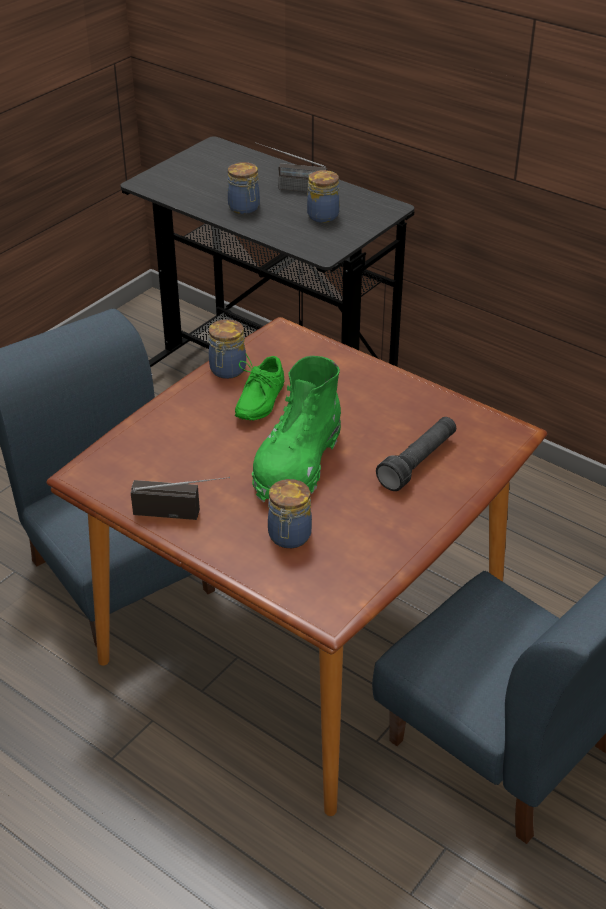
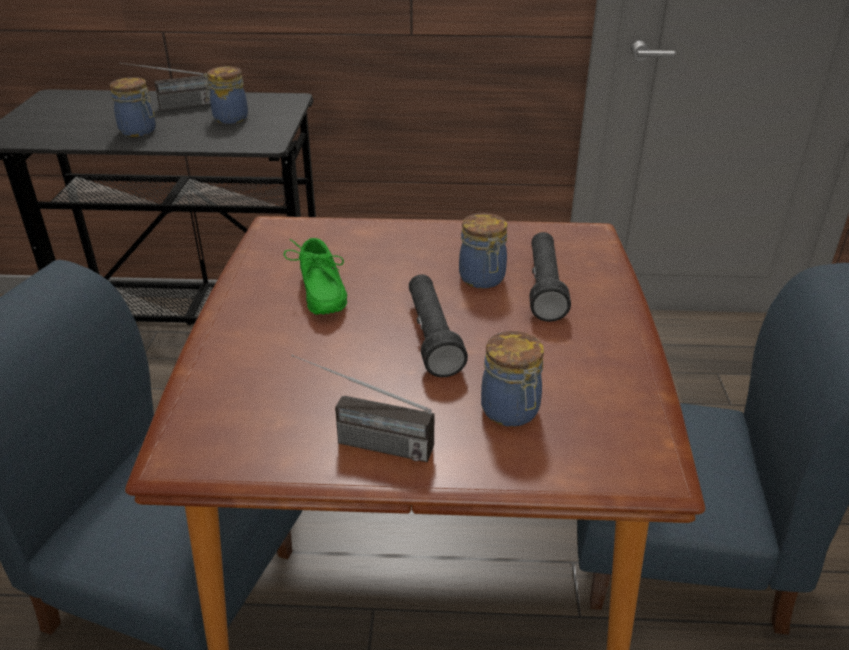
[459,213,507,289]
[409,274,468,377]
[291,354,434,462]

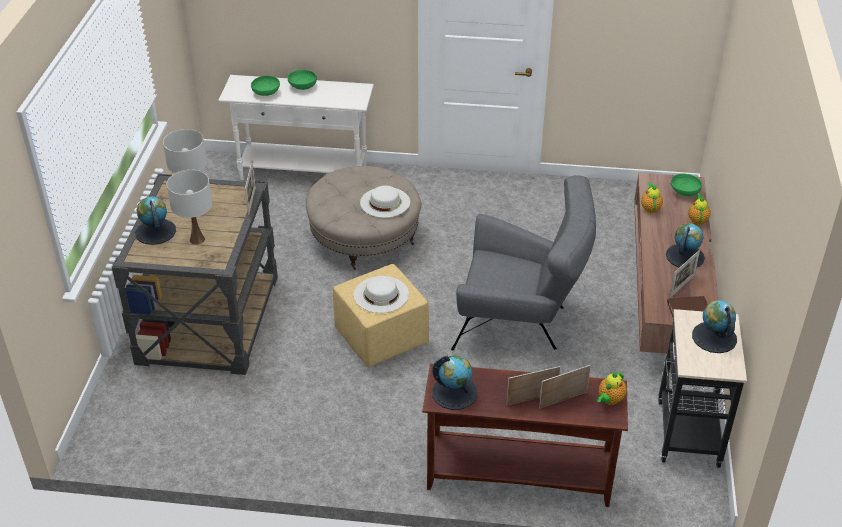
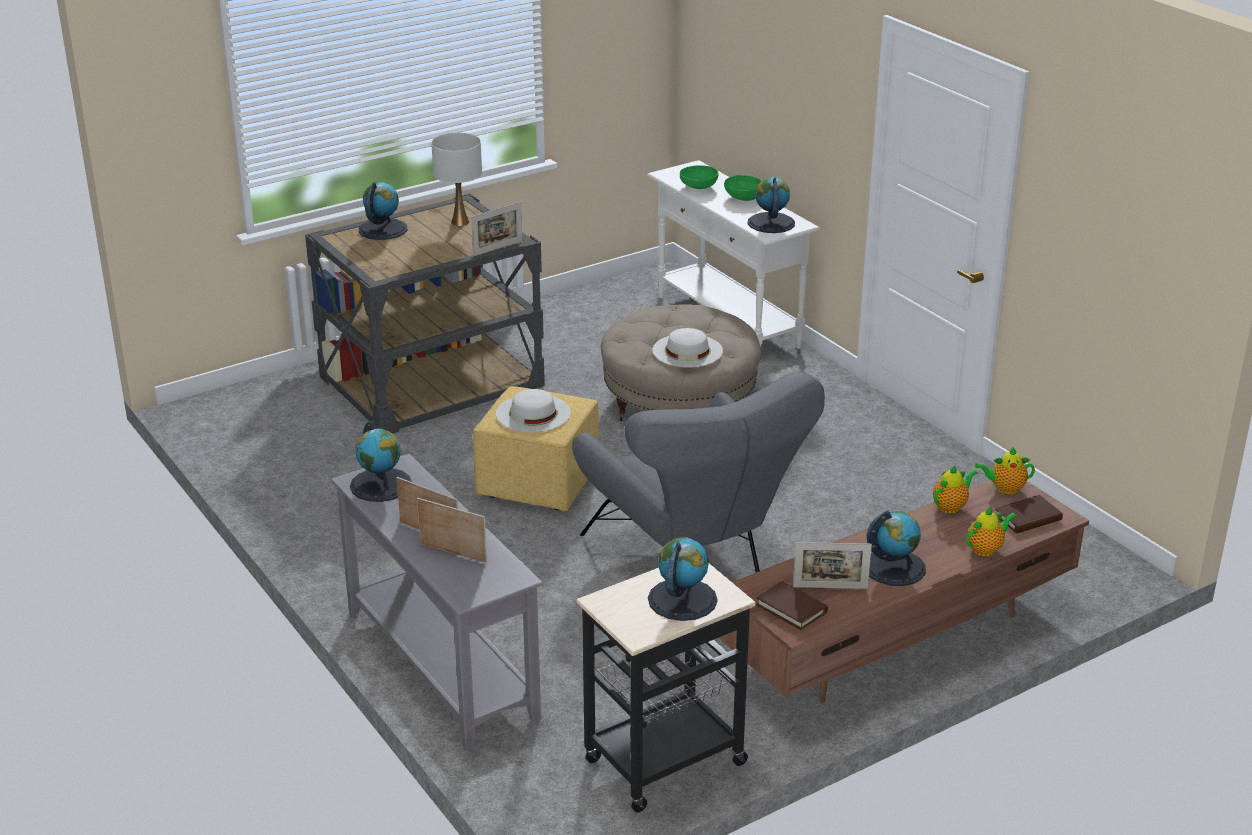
[167,170,212,245] (first image)
[748,177,795,233]
[975,447,1035,494]
[995,495,1063,534]
[331,454,543,751]

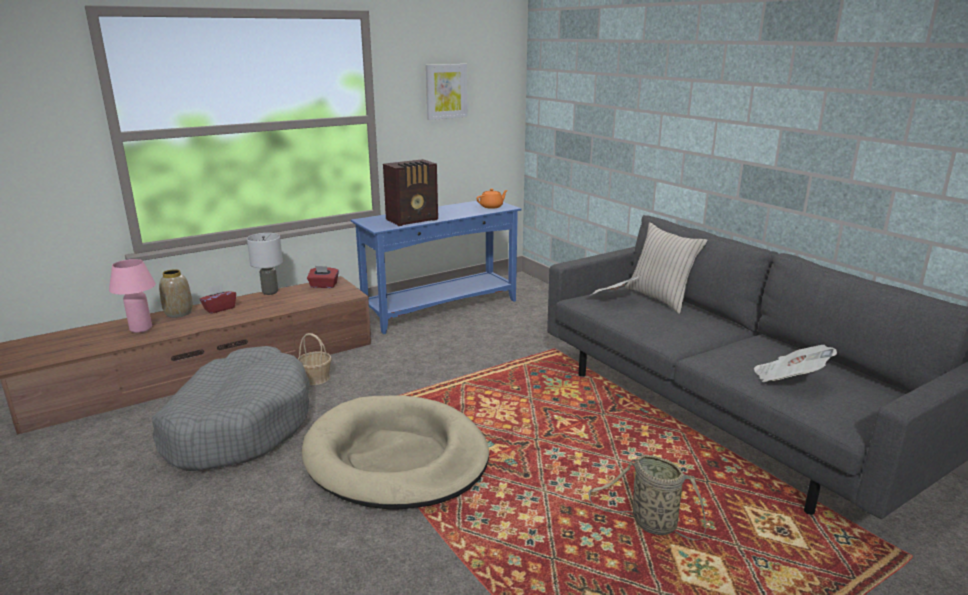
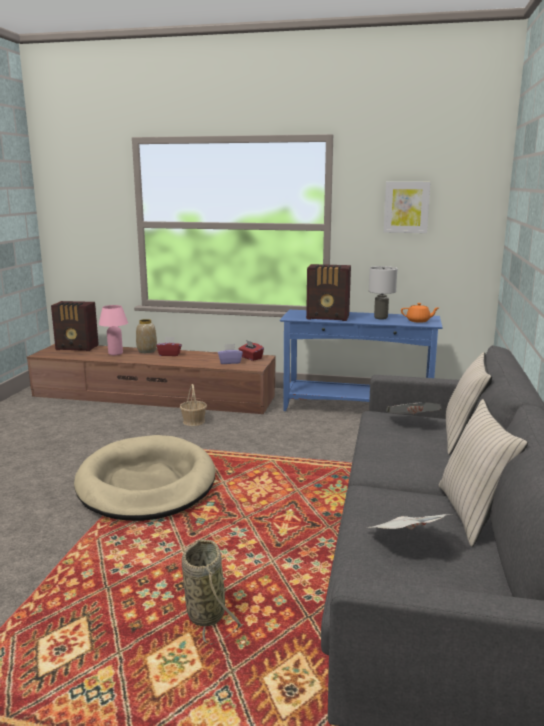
[152,346,310,471] (first image)
[51,301,99,351]
[218,344,243,364]
[438,399,528,547]
[369,266,397,320]

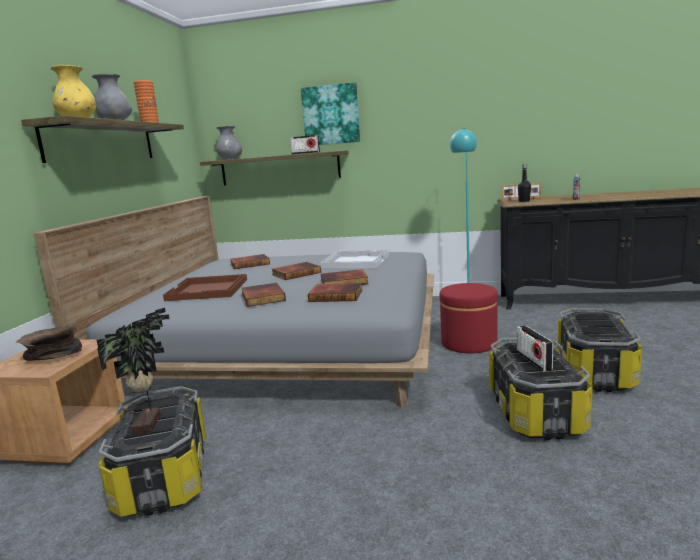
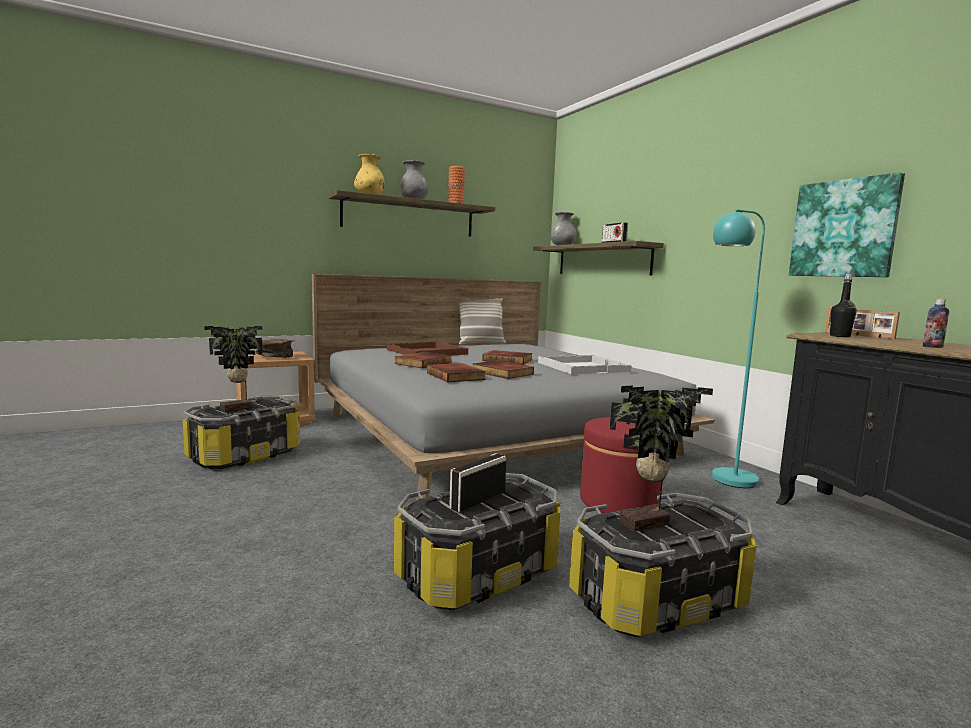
[230,254,270,269] (first image)
[459,298,506,345]
[610,385,713,531]
[789,172,905,277]

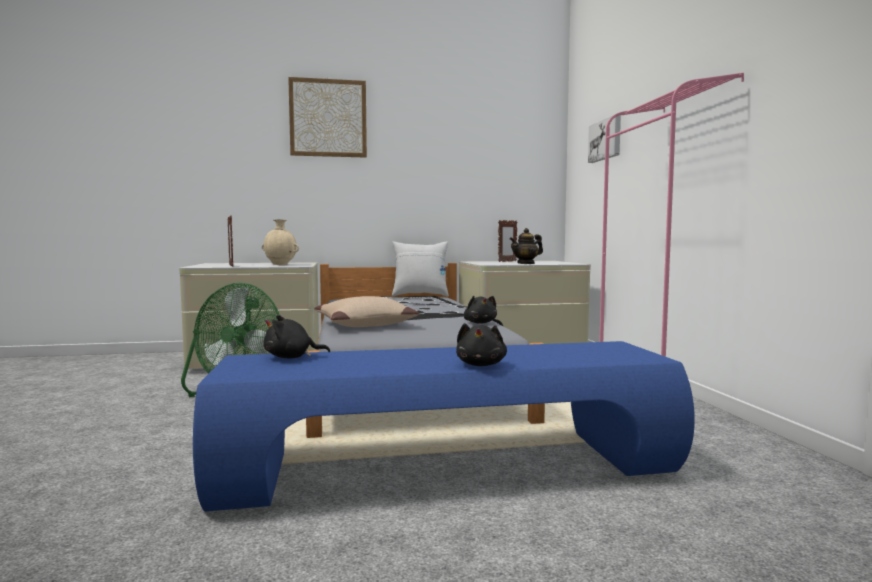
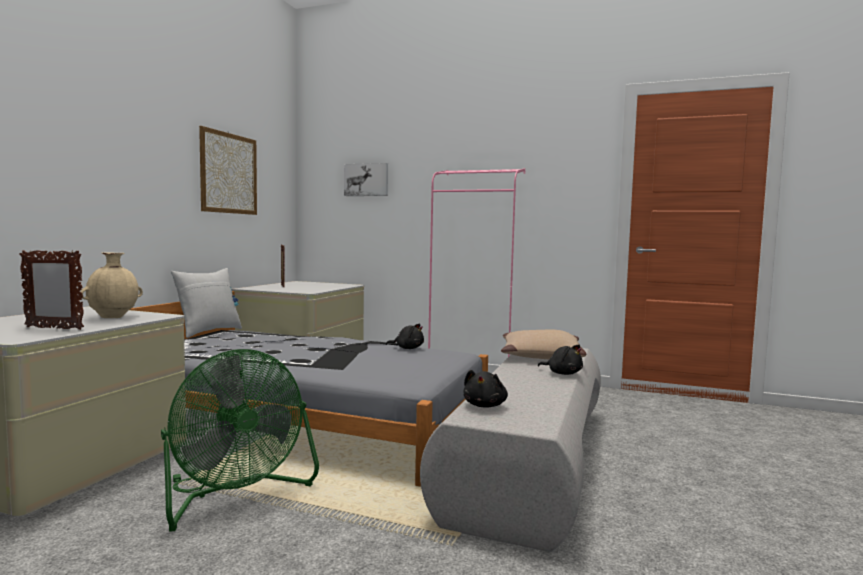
[510,228,543,264] (first image)
[199,126,257,215]
[501,330,586,359]
[420,348,601,552]

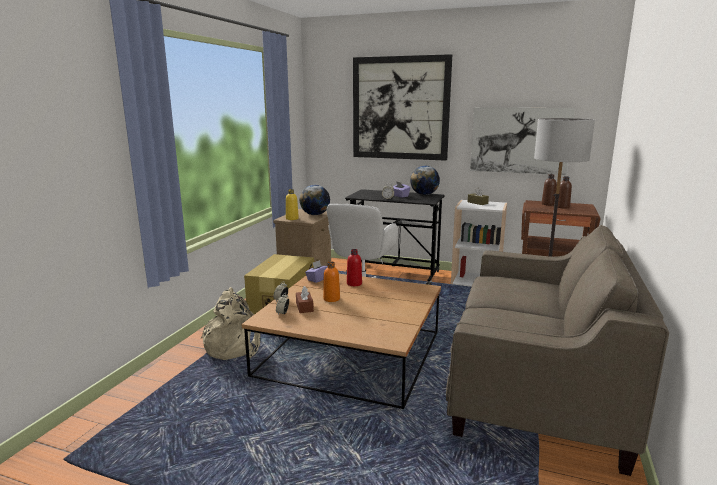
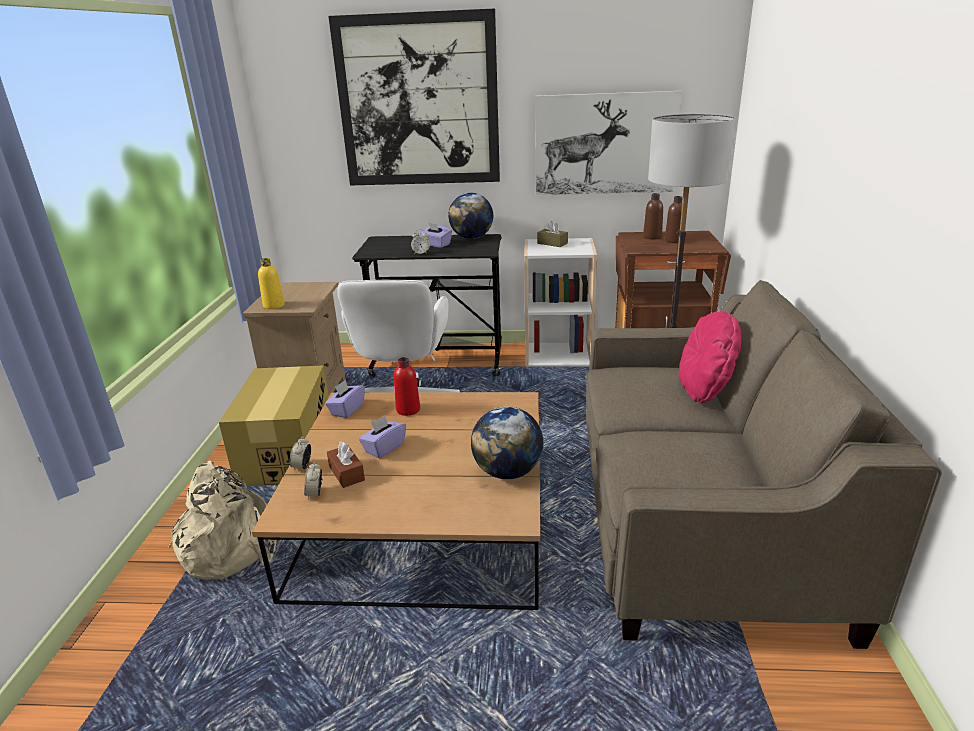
[679,311,741,403]
[471,406,543,479]
[359,415,406,458]

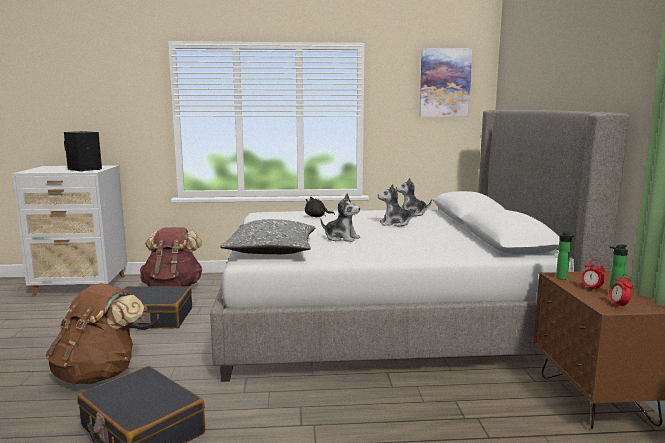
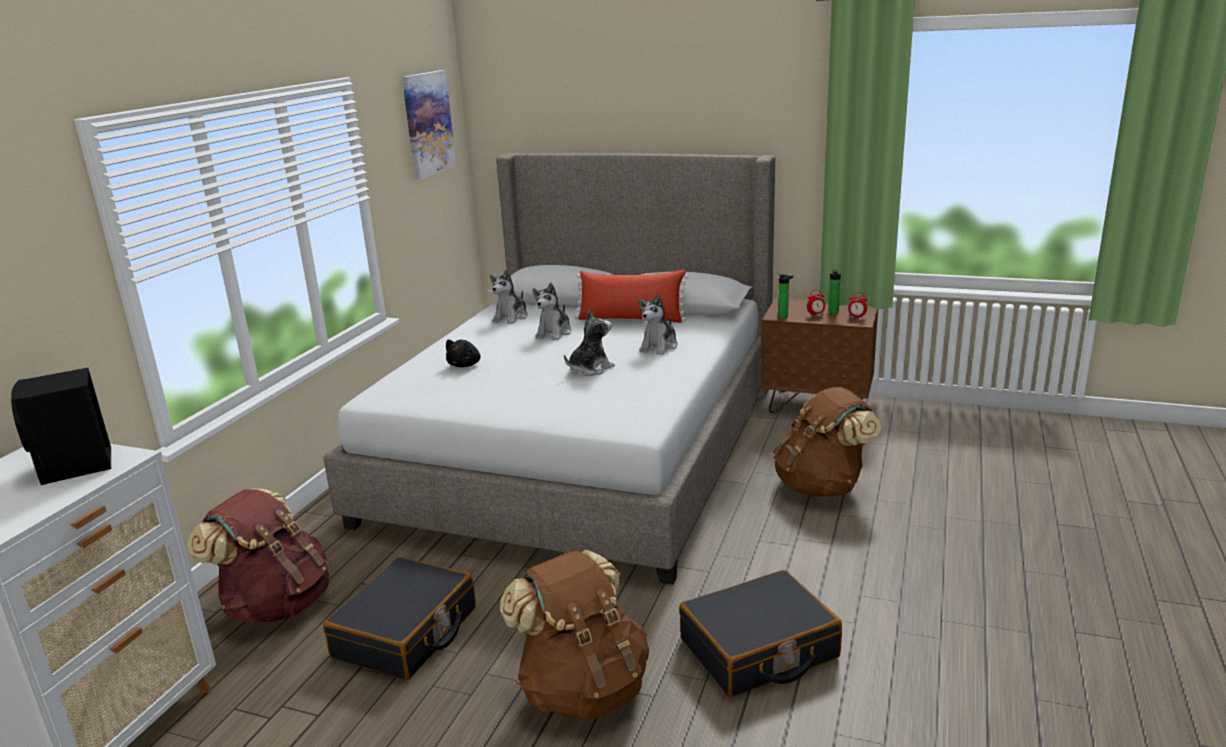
[220,219,315,254] (first image)
[574,270,689,323]
[638,294,678,355]
[773,387,881,497]

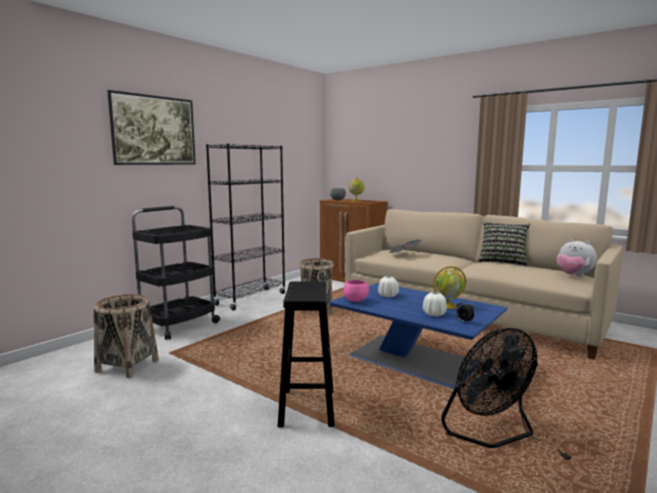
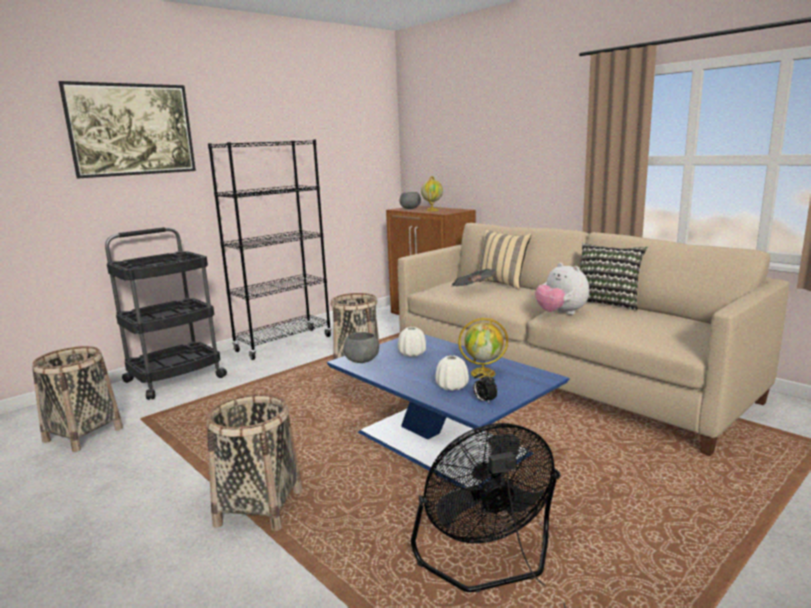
[476,230,531,290]
[535,263,589,315]
[207,394,303,531]
[344,332,379,363]

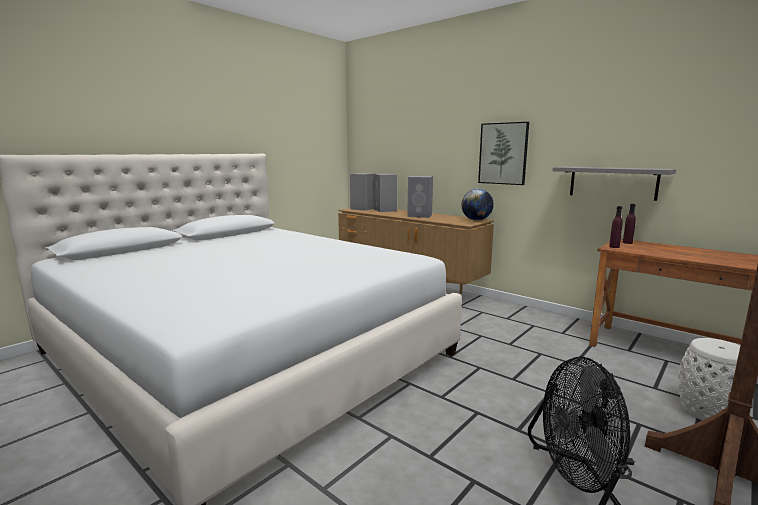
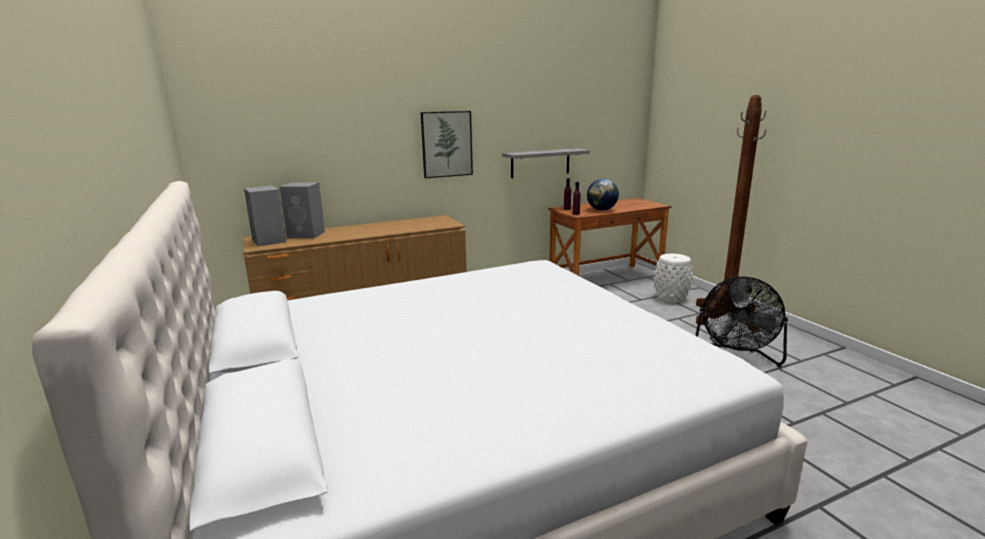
[407,176,433,218] (first image)
[587,179,619,210]

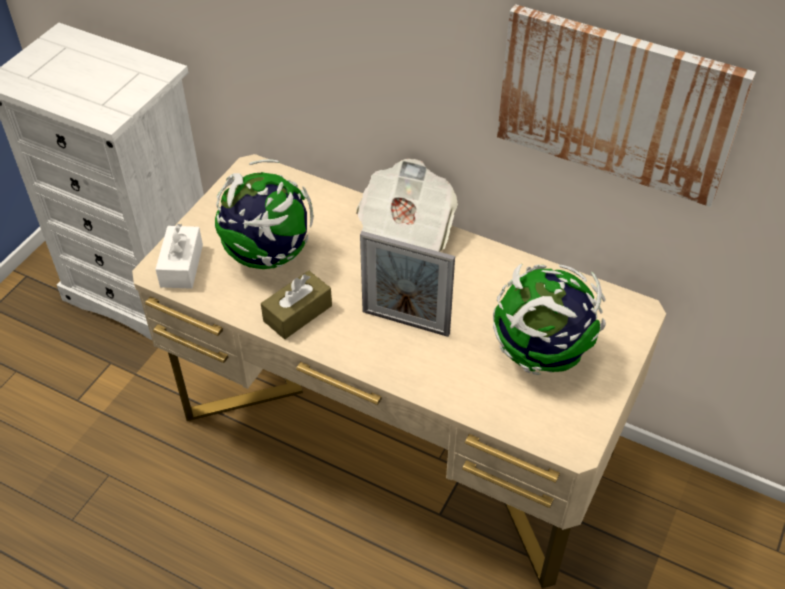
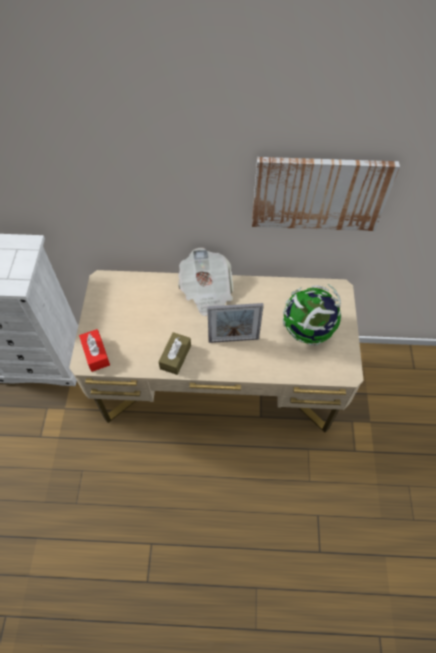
[214,159,314,269] (first image)
[79,329,110,372]

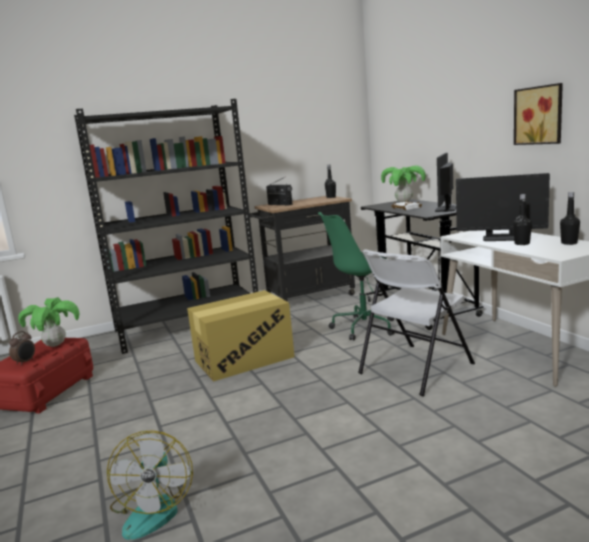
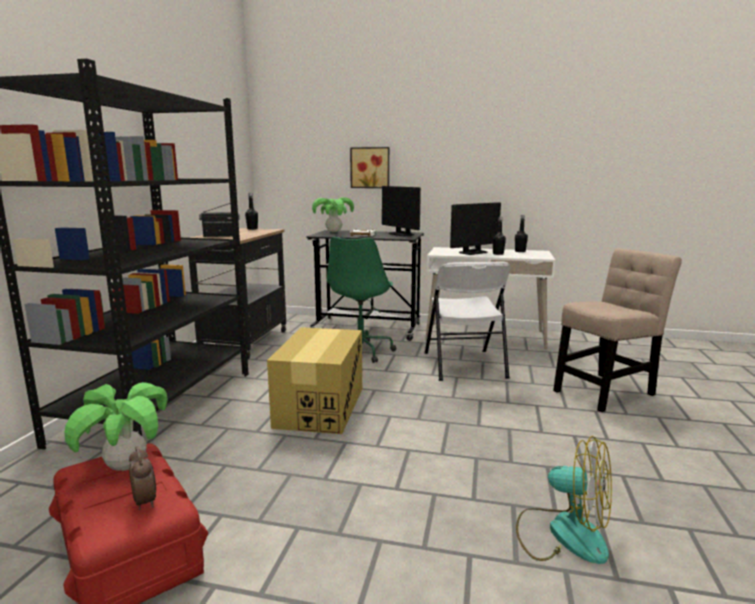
[553,248,682,412]
[350,147,389,188]

